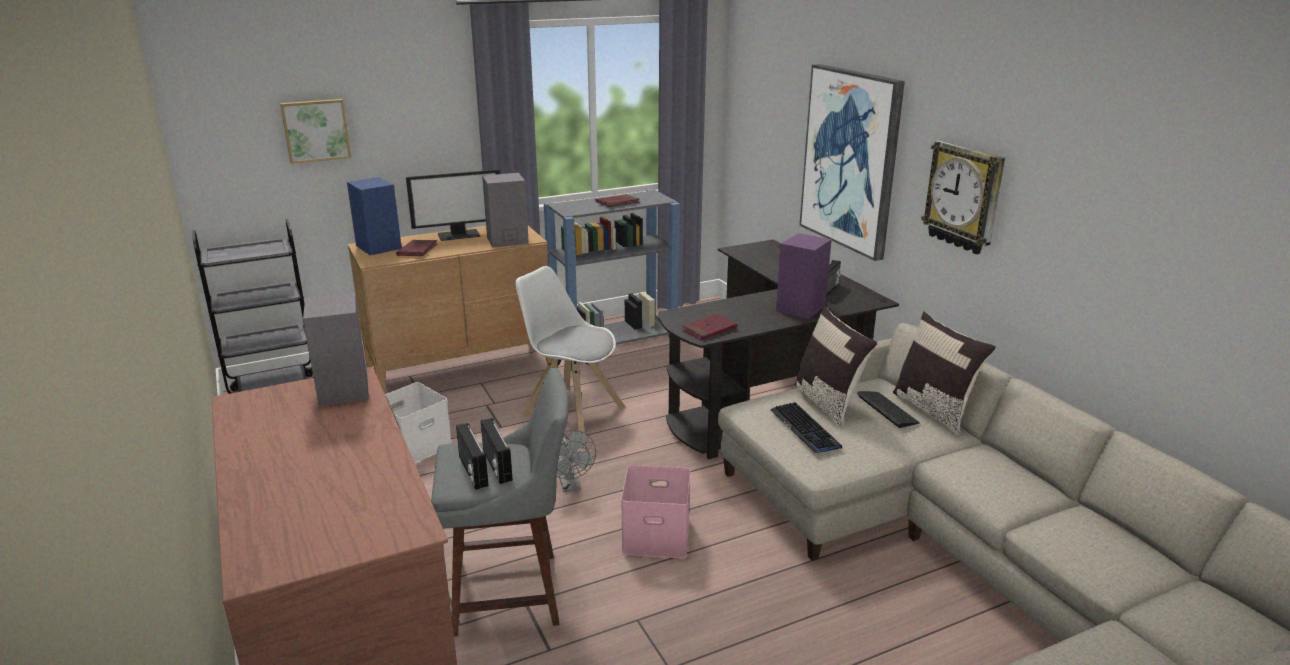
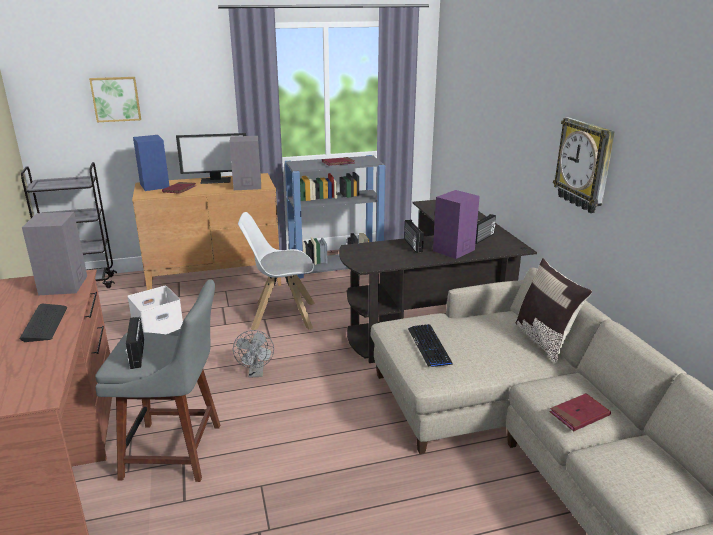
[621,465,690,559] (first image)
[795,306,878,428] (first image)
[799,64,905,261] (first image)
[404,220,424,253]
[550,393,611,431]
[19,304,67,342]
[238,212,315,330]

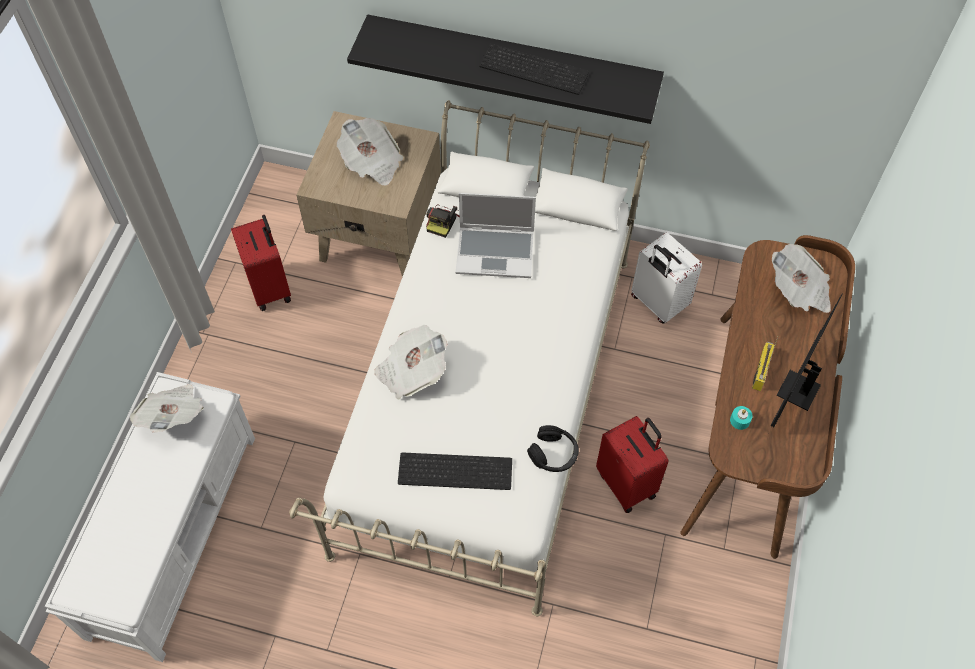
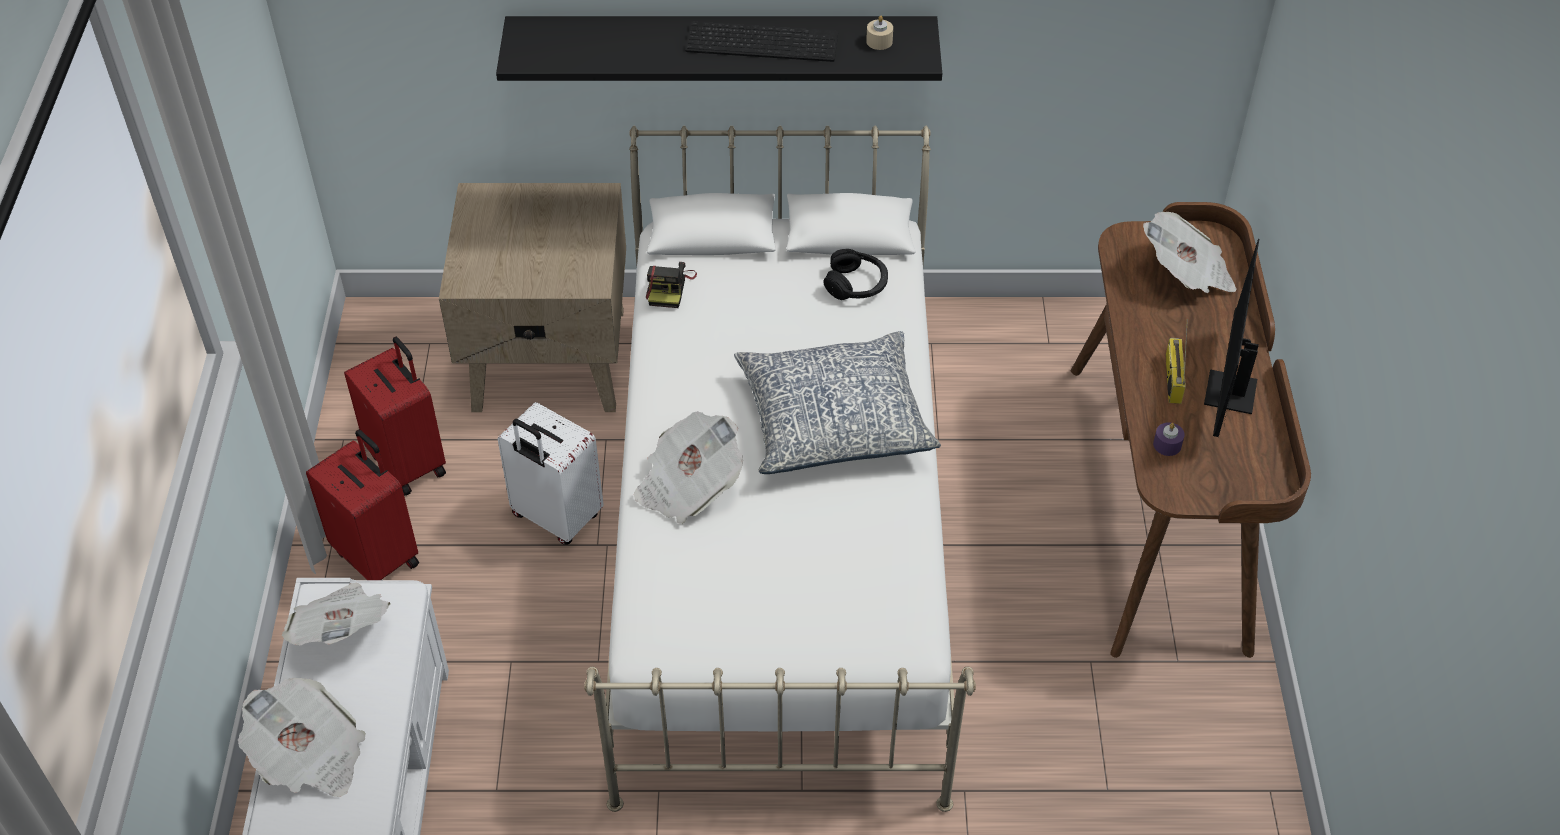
[398,452,512,490] (first image)
[456,193,536,278] (first image)
[734,331,941,474]
[866,16,893,50]
[238,678,366,797]
[823,249,888,300]
[306,430,419,580]
[498,402,604,545]
[1153,422,1185,456]

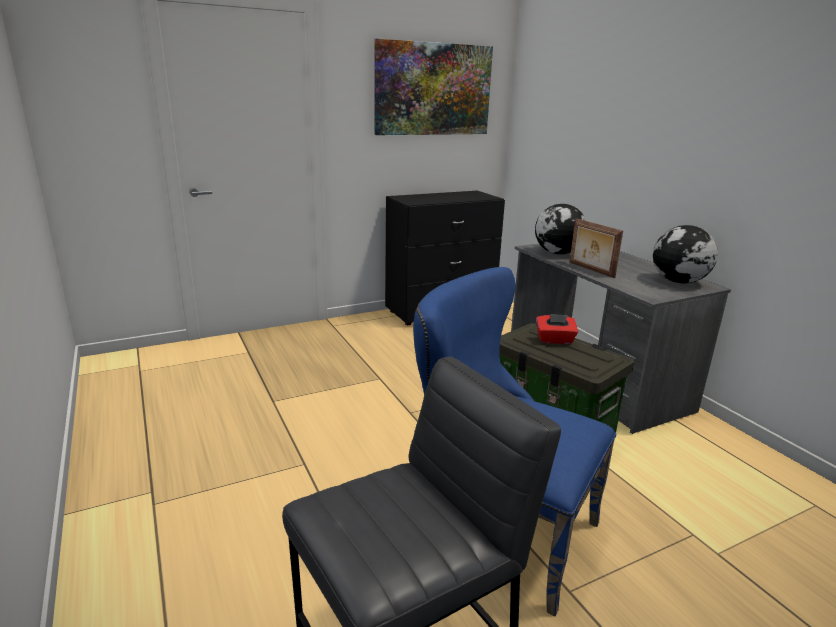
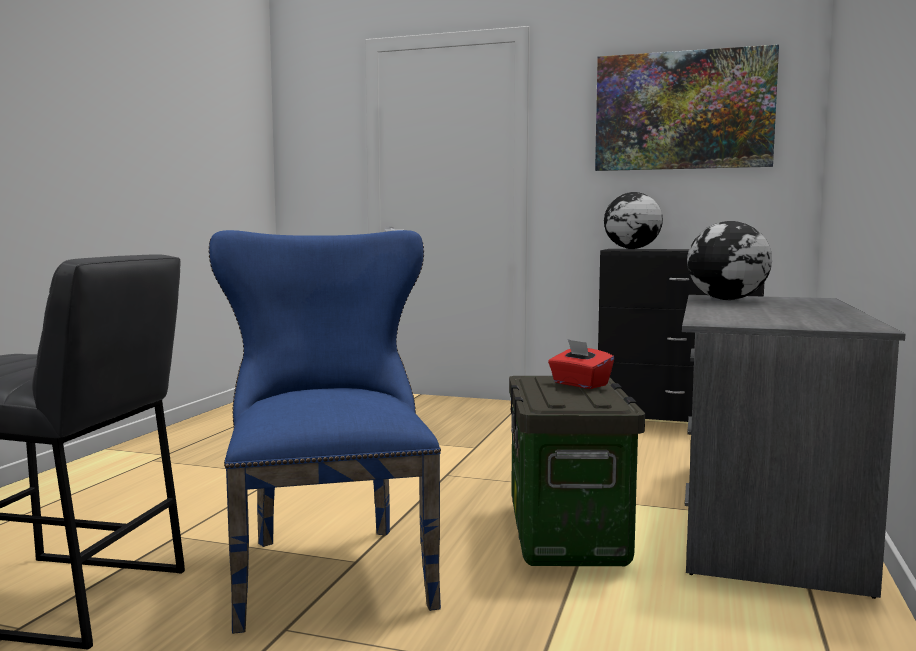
[569,218,623,278] (first image)
[604,192,663,249]

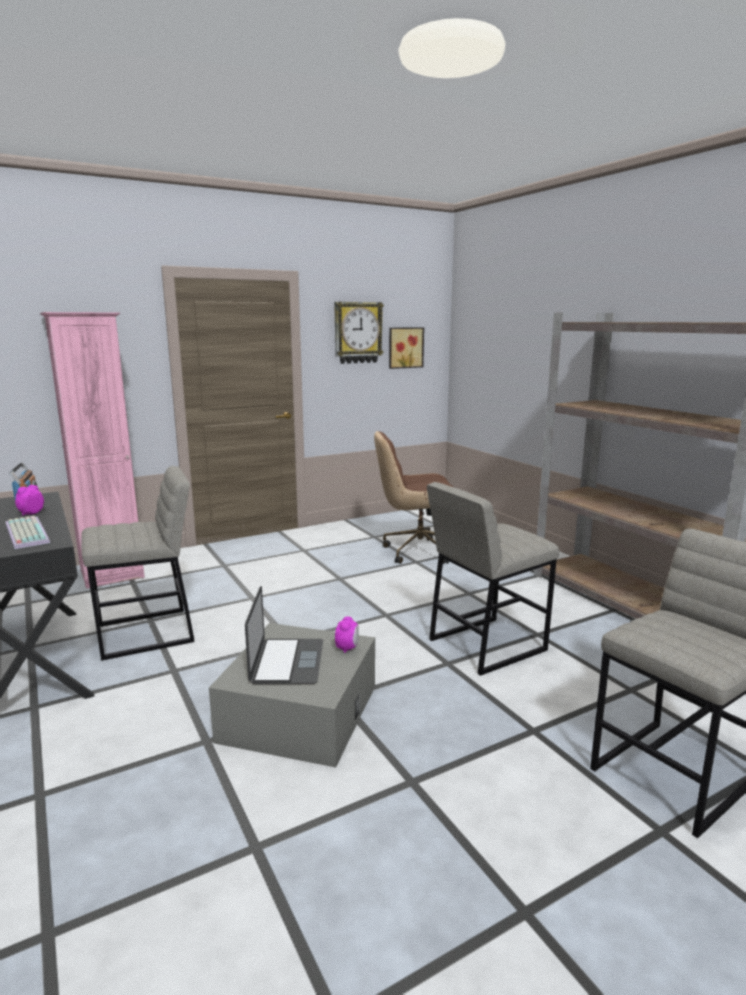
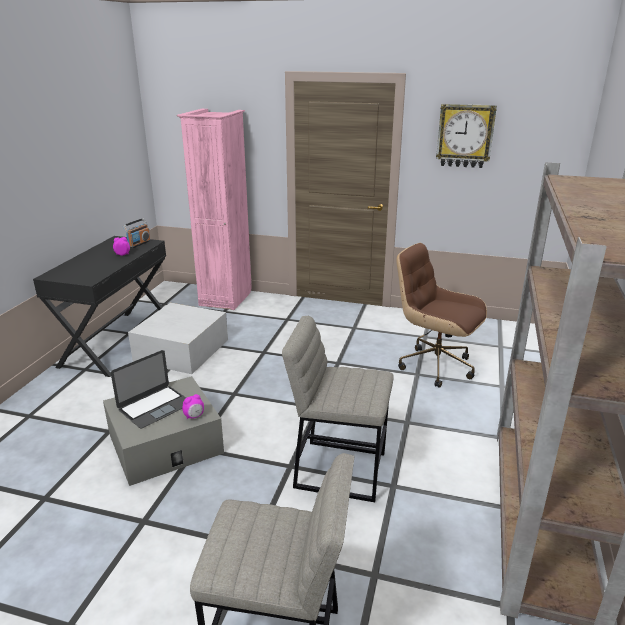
[6,516,50,549] (first image)
[389,327,424,369] (first image)
[128,303,228,374]

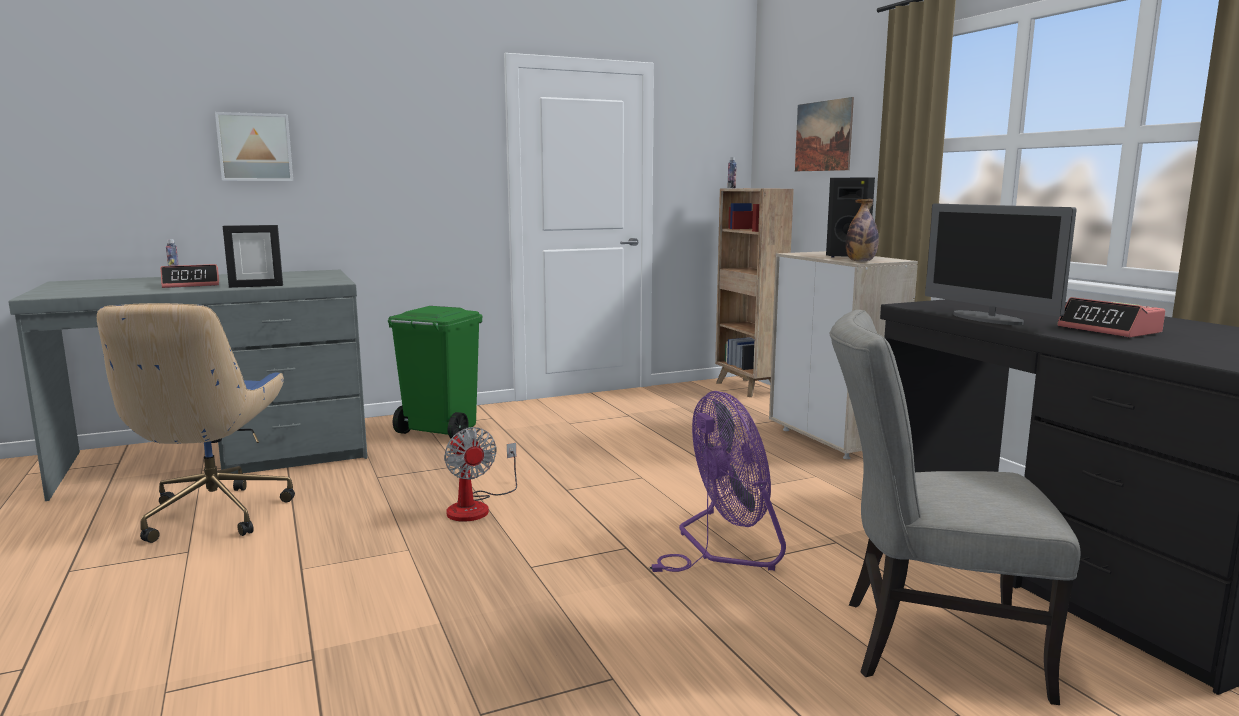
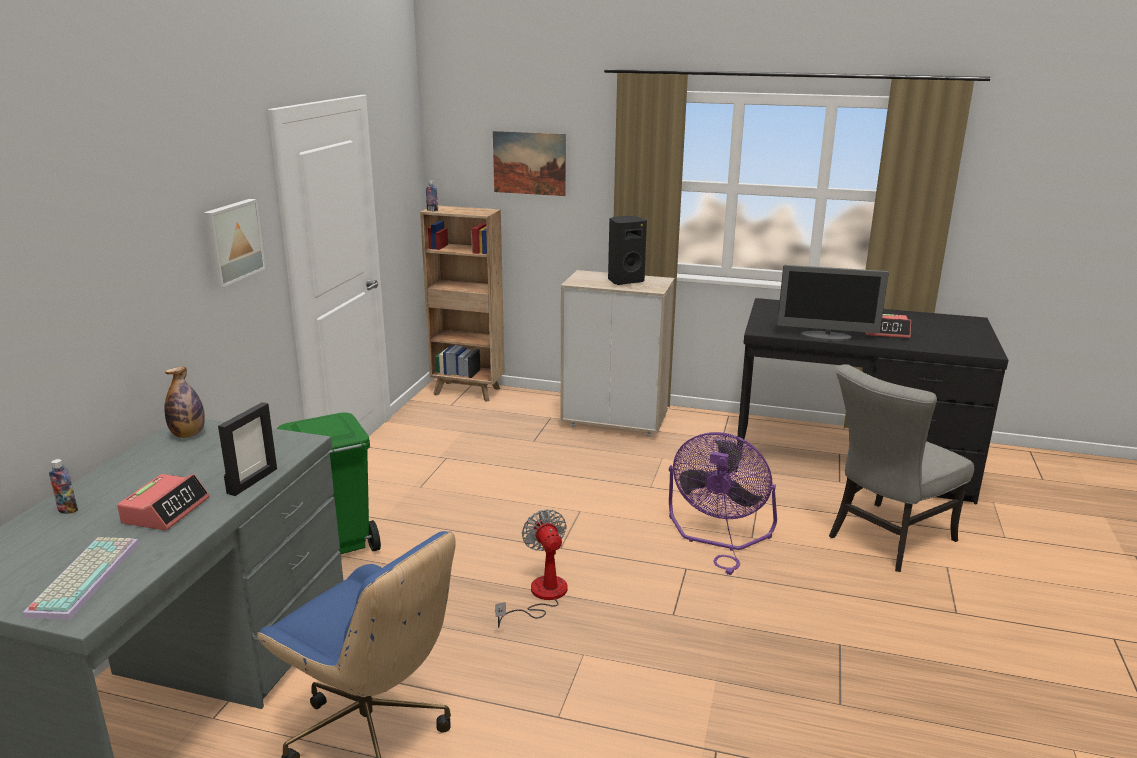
[23,537,140,620]
[203,199,266,288]
[164,367,205,438]
[495,509,567,628]

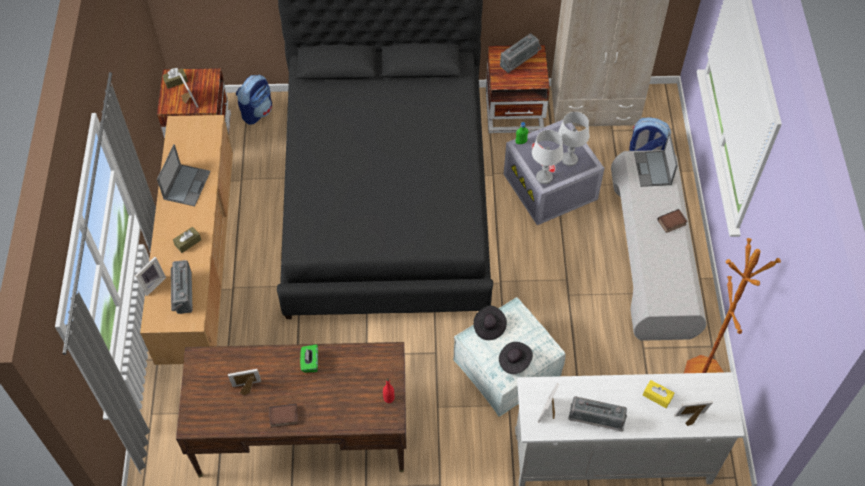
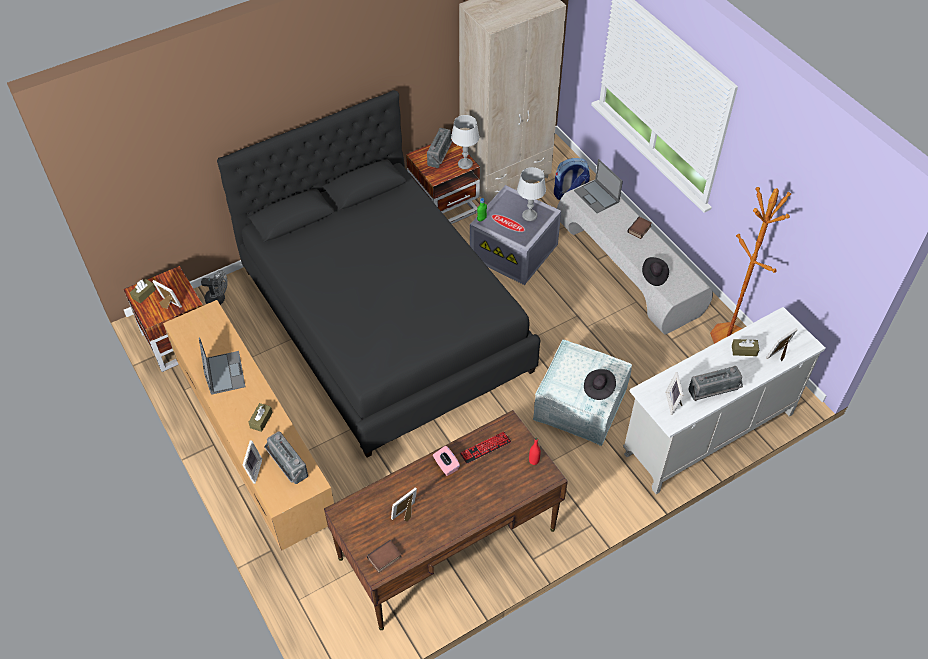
[459,431,512,464]
[367,540,402,573]
[642,257,669,286]
[451,115,480,169]
[201,270,227,305]
[433,446,460,476]
[732,339,759,356]

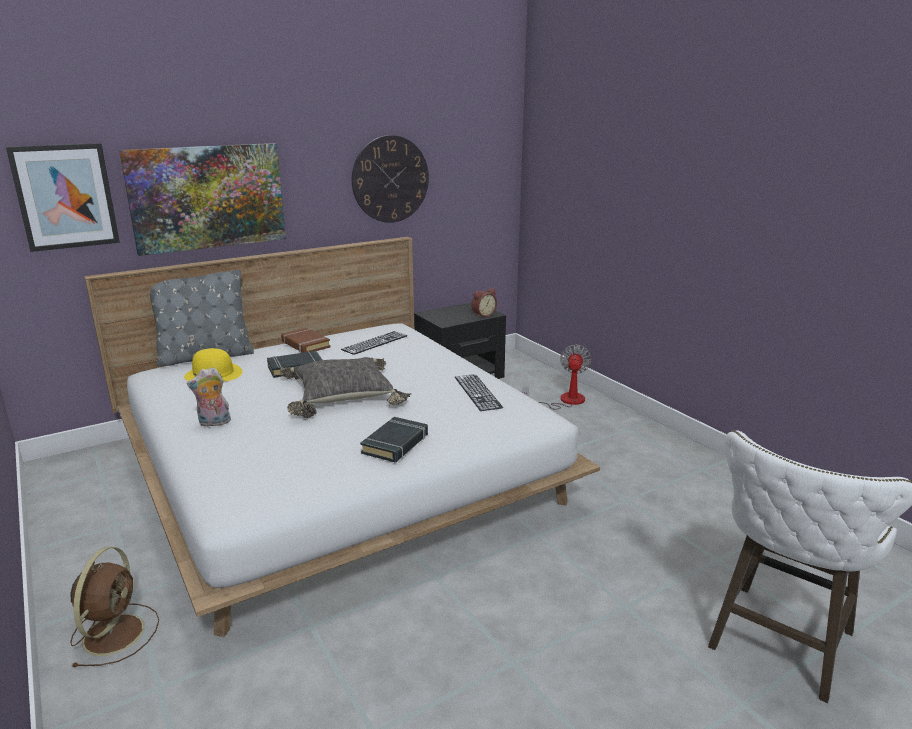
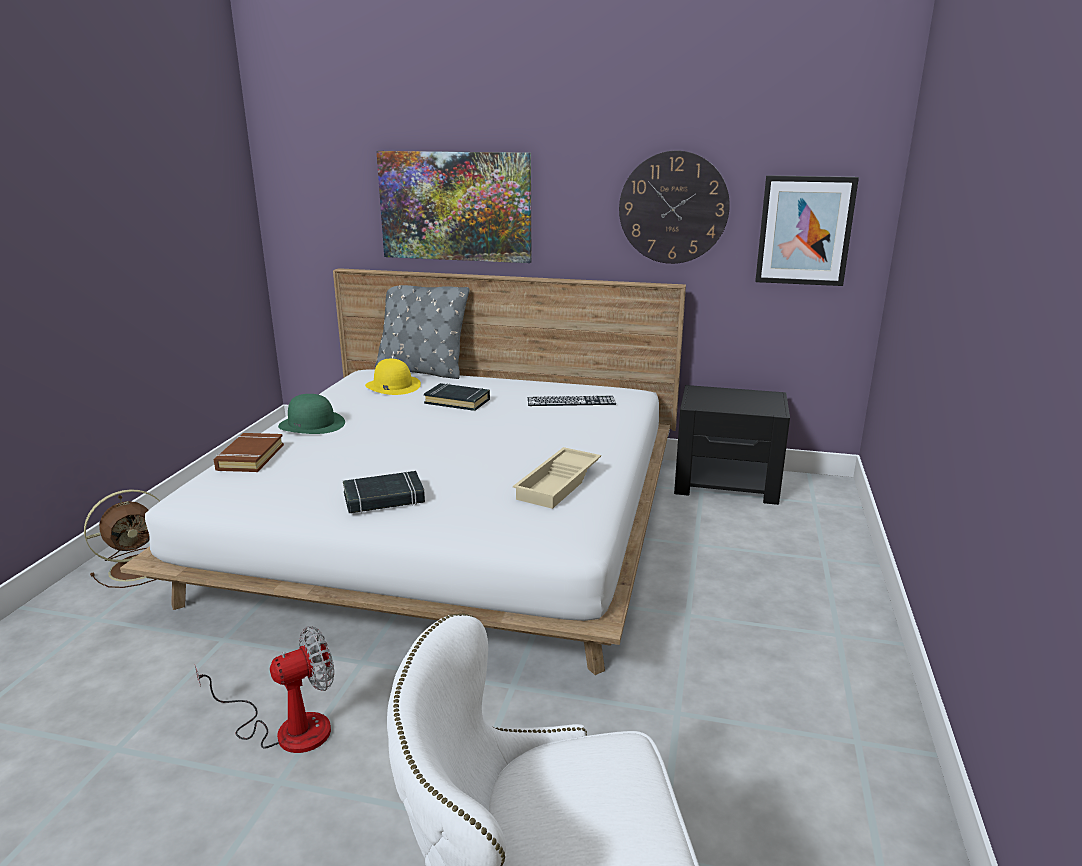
[280,357,411,418] (first image)
[471,288,497,318] (first image)
[755,175,859,286]
[214,433,284,472]
[195,626,334,753]
[278,394,345,434]
[513,447,601,509]

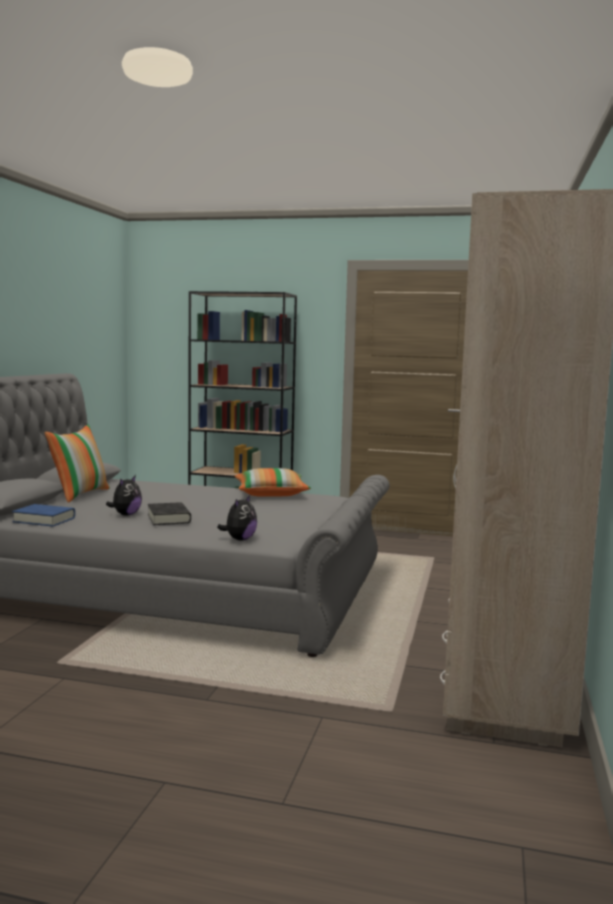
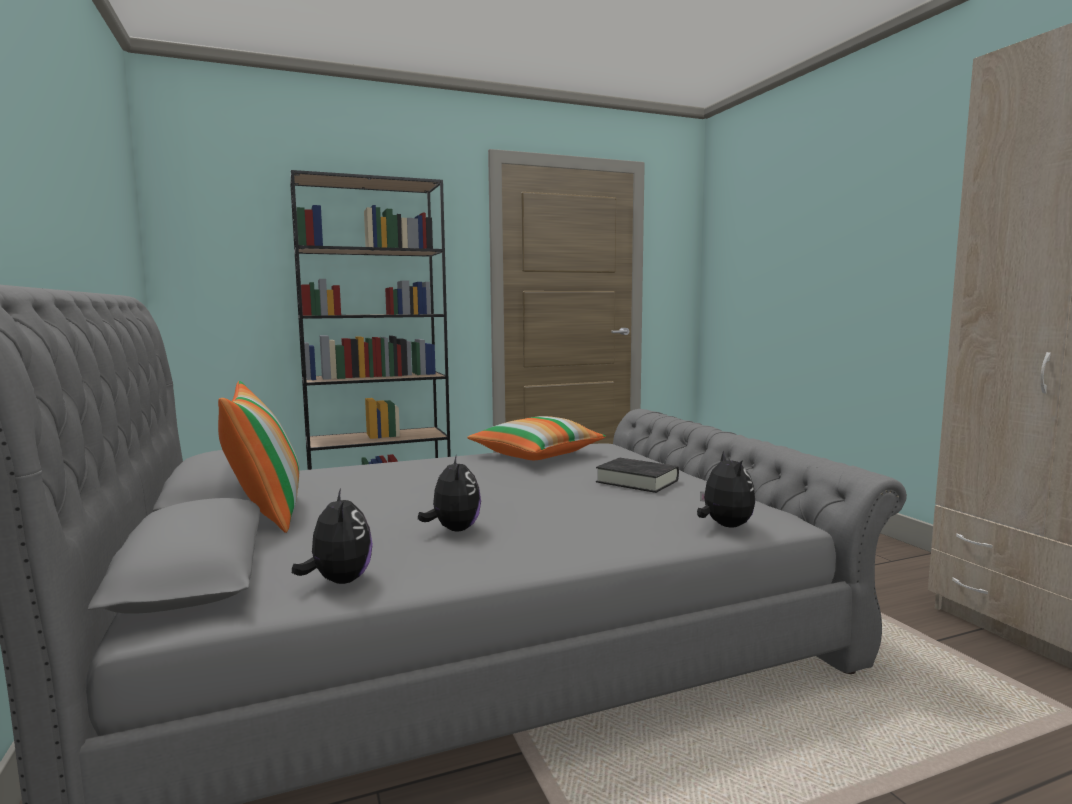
[596,458,679,493]
[292,488,373,584]

